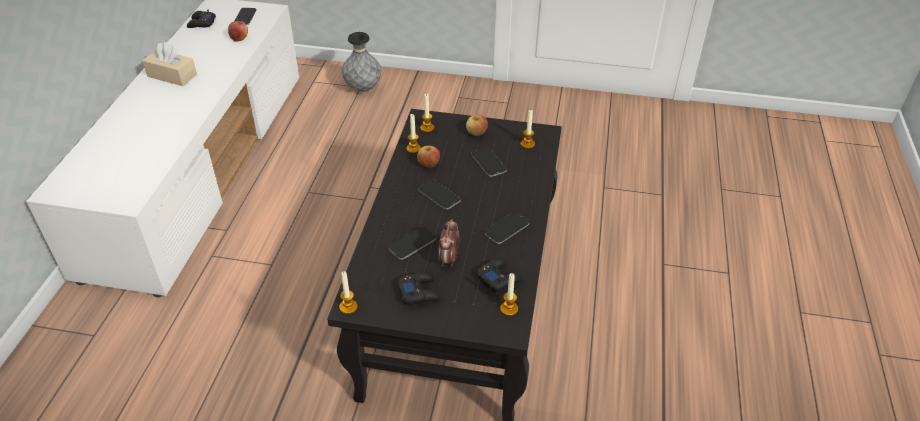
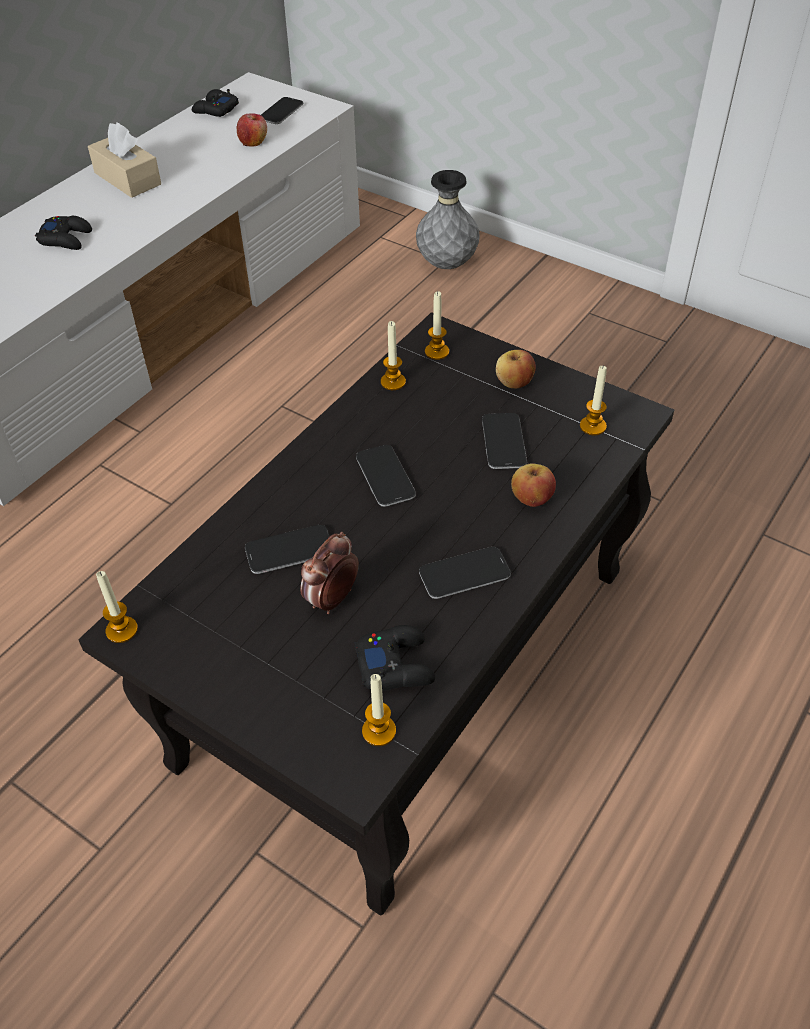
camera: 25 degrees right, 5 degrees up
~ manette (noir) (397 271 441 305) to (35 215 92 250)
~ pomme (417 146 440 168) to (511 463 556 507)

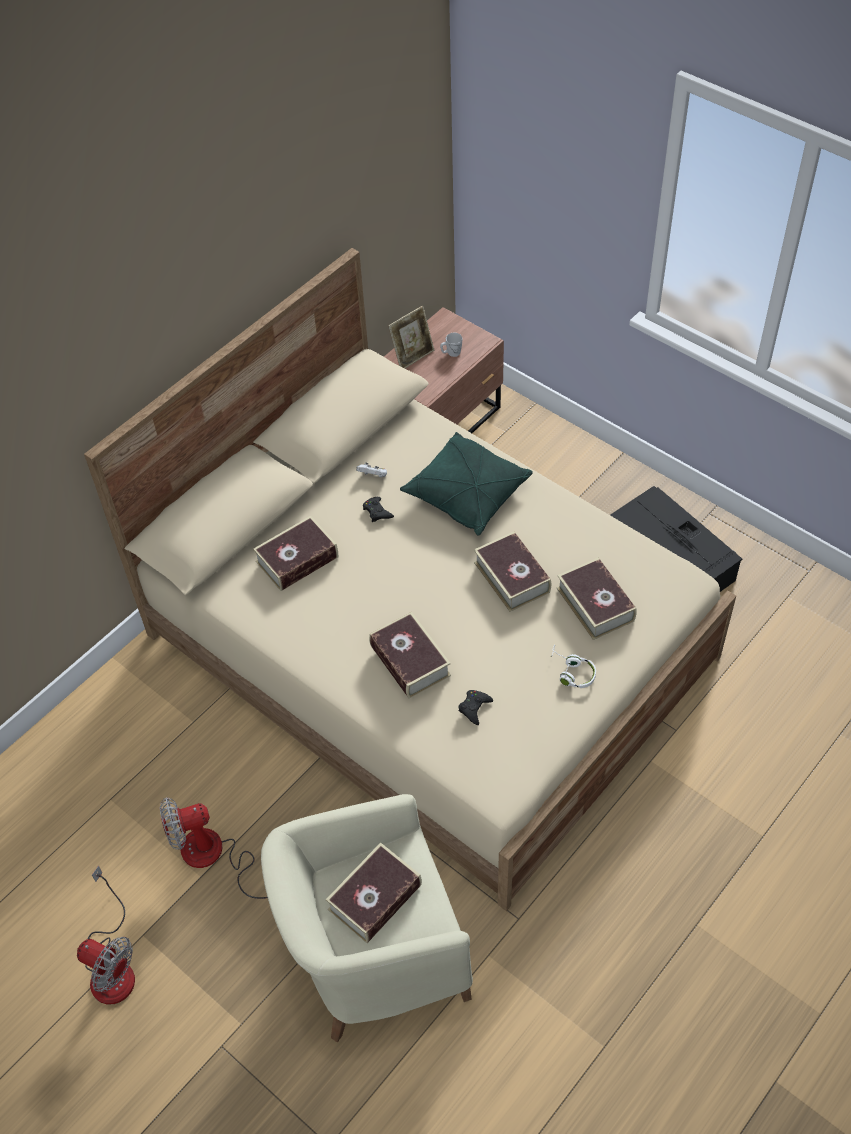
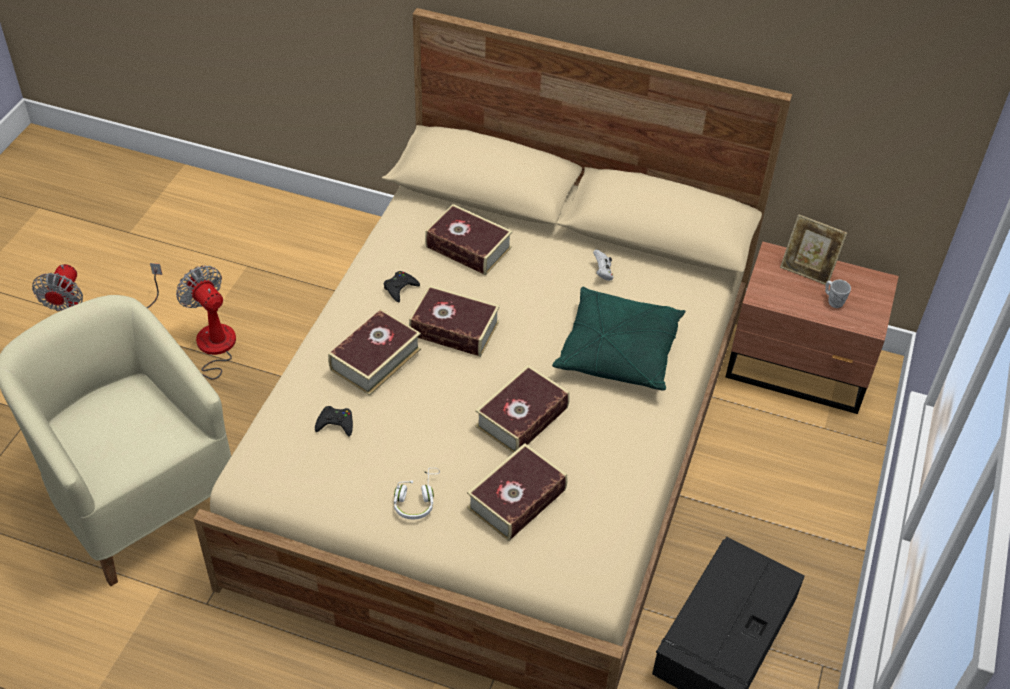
camera: 65 degrees right, 5 degrees down
~ manette (noir) (363 497 394 522) to (384 271 420 302)
~ livre (326 842 422 943) to (409 285 500 357)

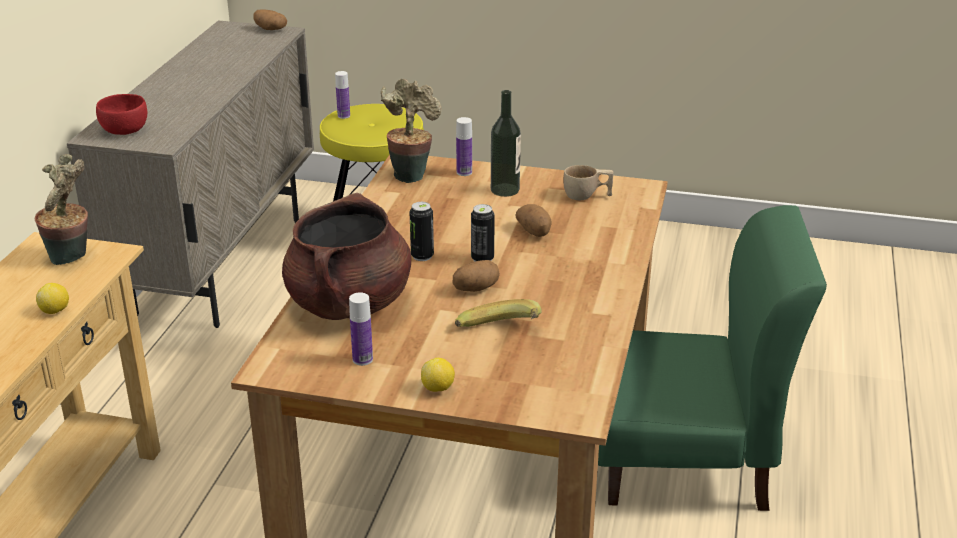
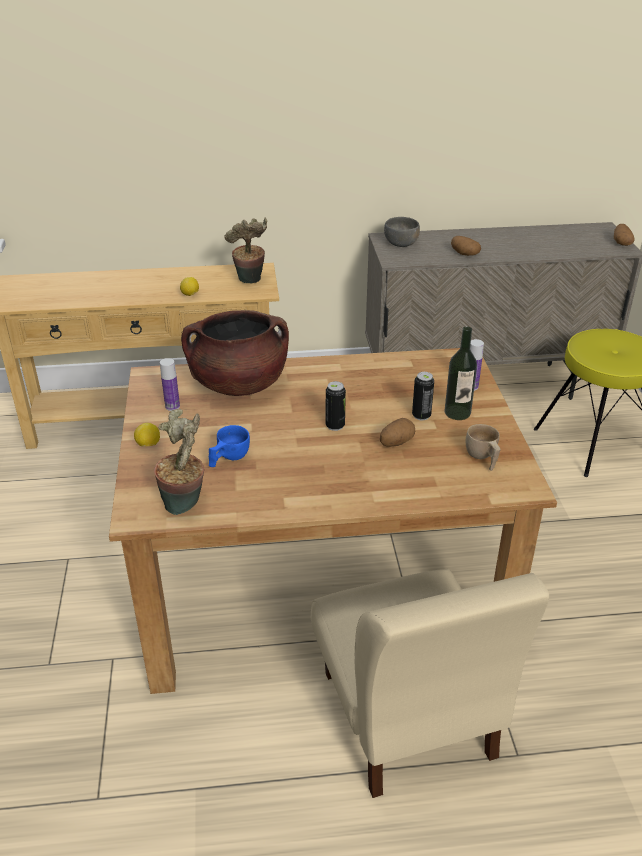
camera: 70 degrees right, 5 degrees up
~ plante en pot (381 79 442 183) to (154 409 204 515)
~ banane (455 299 542 327) to tasse (bleu) (209 425 250 467)
~ chaise (vert) (598 205 827 511) to chaise (beige) (311 569 549 798)
~ bol (rouge) (96 94 147 135) to bol (gris) (384 217 420 247)
~ boîte métallique (409 202 434 261) to (412 372 434 420)
~ pomme de terre (453 260 500 292) to (451 236 481 256)
- bouteille (335 71 350 119)

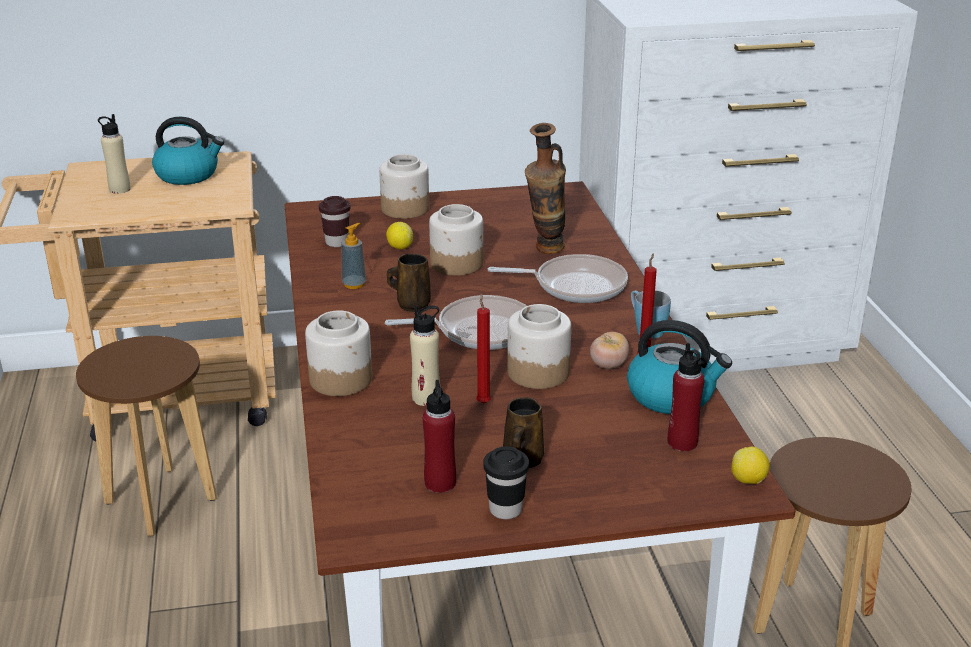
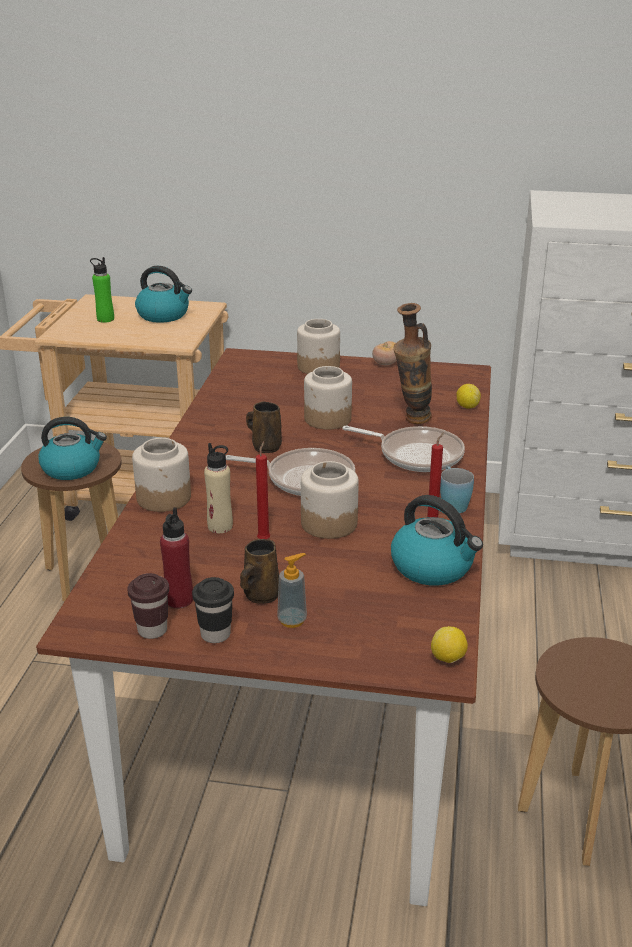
camera: 20 degrees right, 0 degrees up
+ bouilloire (38 417 107 480)
~ bouteille (beige) (98 114 131 194) to bouteille (vert) (90 257 114 323)
~ tasse (marron) (319 196 351 247) to (127 573 169 639)
~ distributeur de savon (341 223 366 289) to (277 553 307 628)
~ tomate (590 332 629 369) to (372 341 397 365)
~ citron (386 222 413 249) to (456 384 481 409)
- bouteille (rouge) (668 343 705 451)

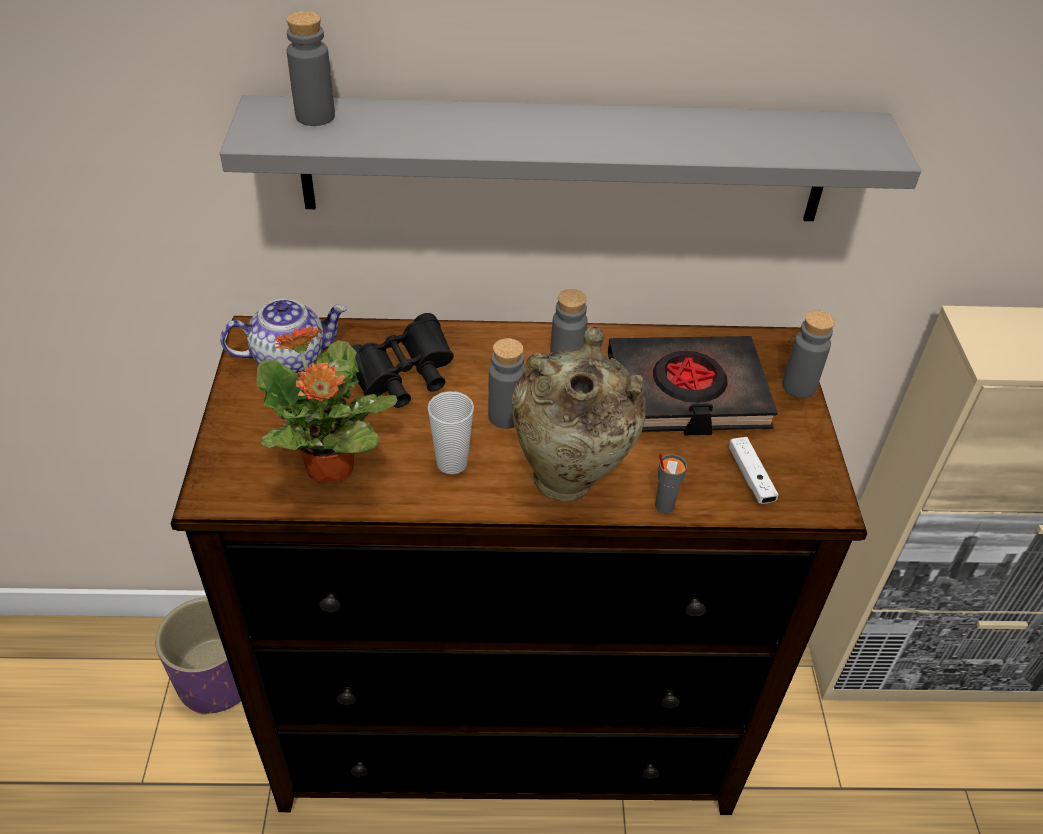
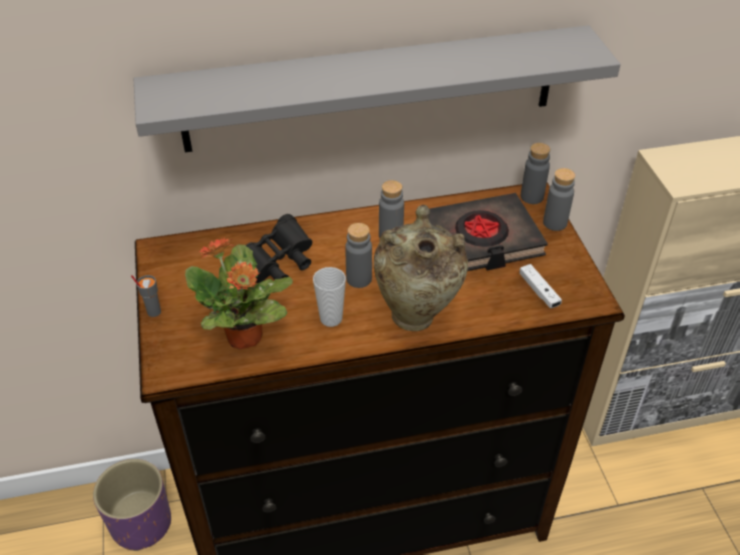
camera: 10 degrees left, 0 degrees up
~ tasse (gris) (655 453 687 514) to (131 275 161 317)
~ bouteille (gris) (286 11 335 126) to (521 143 550 204)
- théière (220 299 347 374)

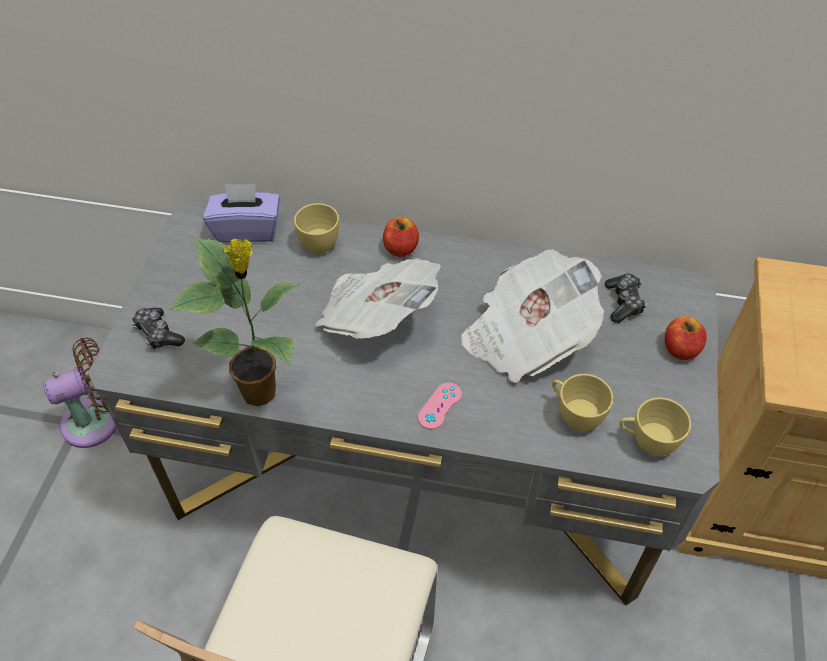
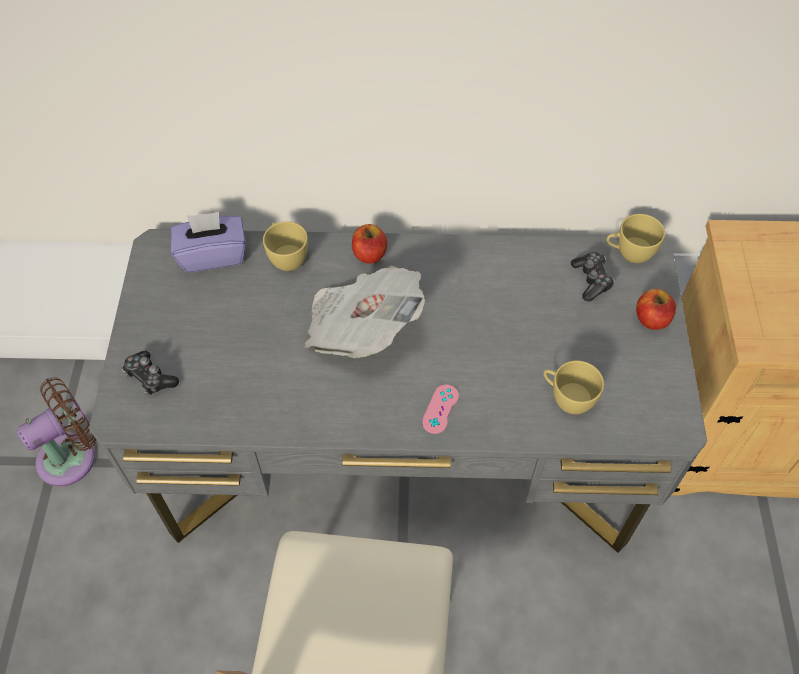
camera: 10 degrees left, 5 degrees up
~ tasse (jaune) (619 398 691 456) to (606 214 665 263)
- plante en pot (168 237 301 406)
- journal (461 249 604 383)

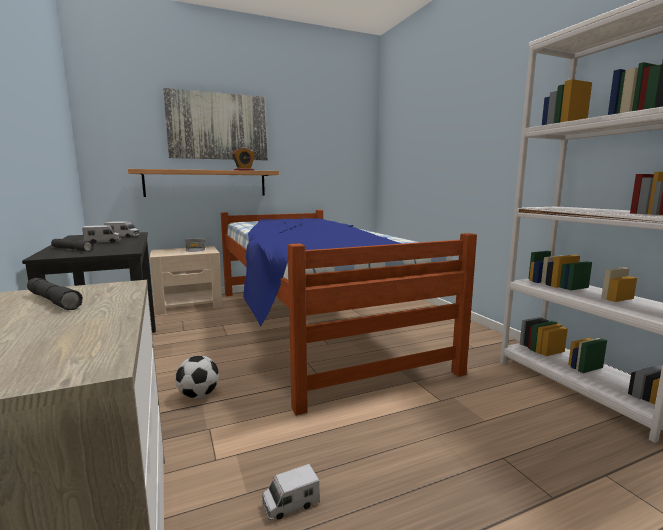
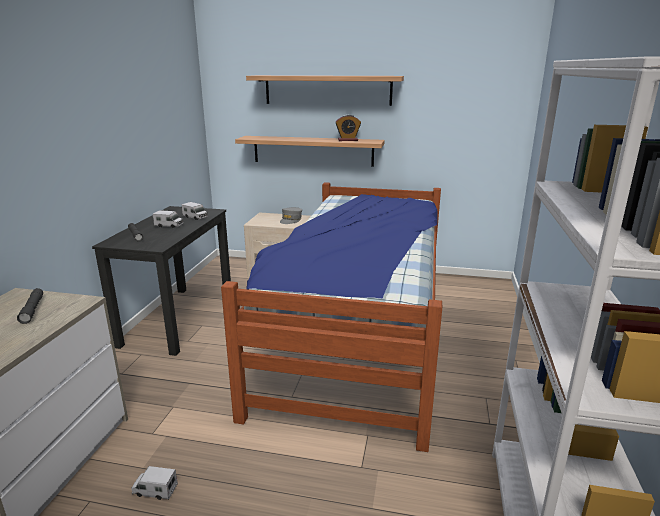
camera: 35 degrees right, 10 degrees up
~ tableau (163 88 268 160) to étagère (246 75 404 106)
- ballon de foot (175 355 219 398)

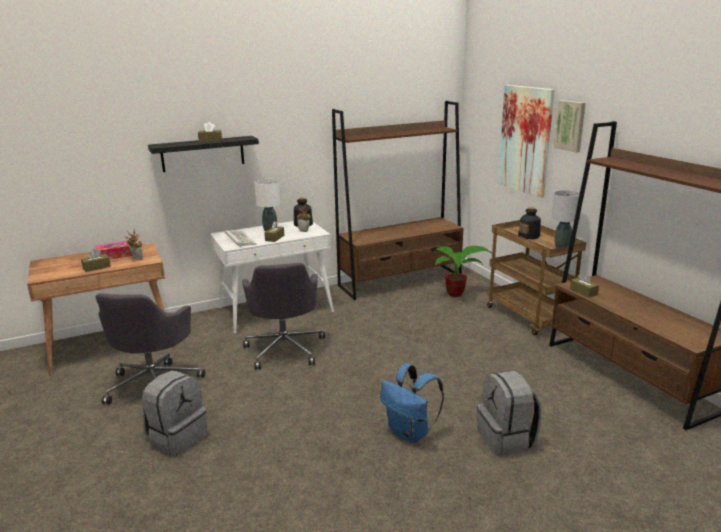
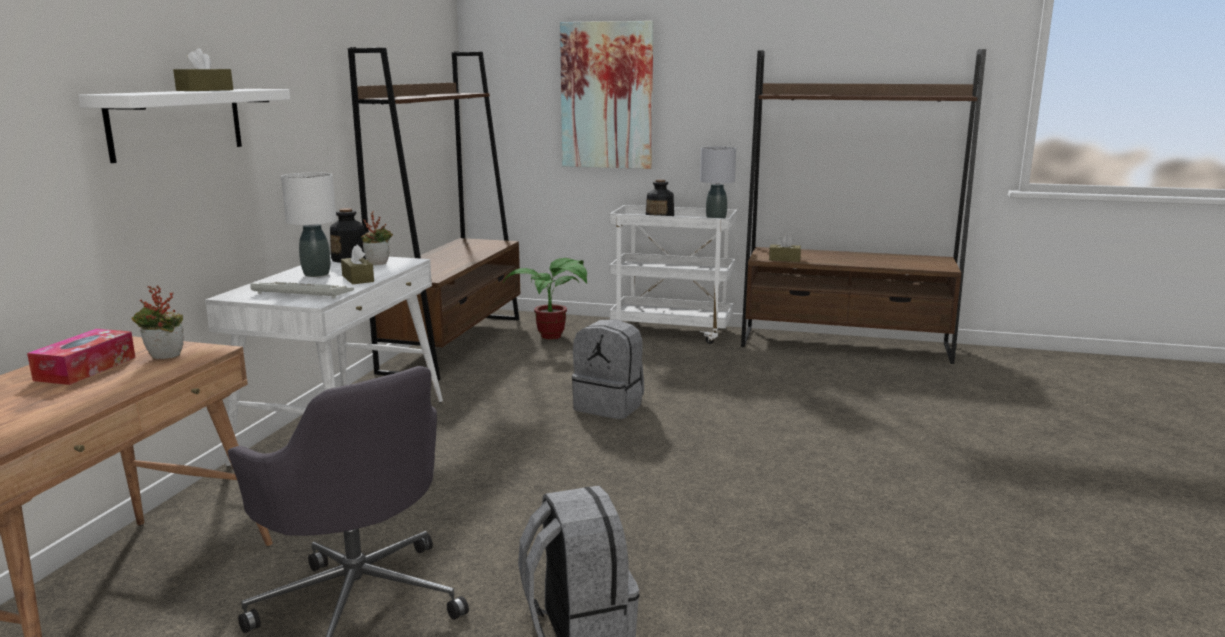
camera: 50 degrees left, 5 degrees down
~ étagère (noir) (148 136 259 172) to étagère (blanc) (78 89 290 163)
~ sac à dos (gris) (477 371 541 456) to (572 319 644 419)
~ chariot (marron) (487 220 586 335) to chariot (blanc) (610 205 737 344)
- boîte à mouchoirs (marron) (81 249 111 272)
- chaise de bureau (gris) (242 262 325 370)
- sac à dos (bleu) (380 364 444 443)
- tableau (553 100 586 153)

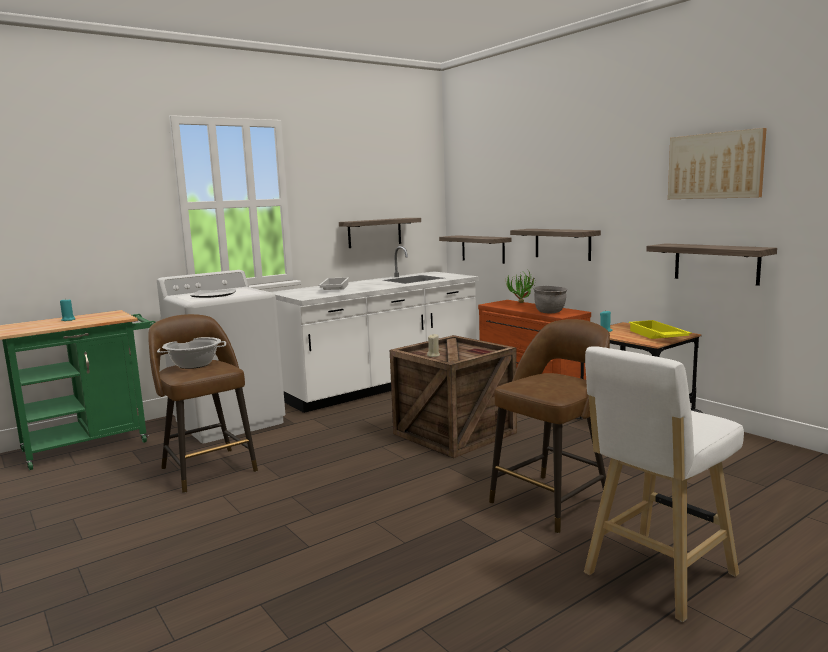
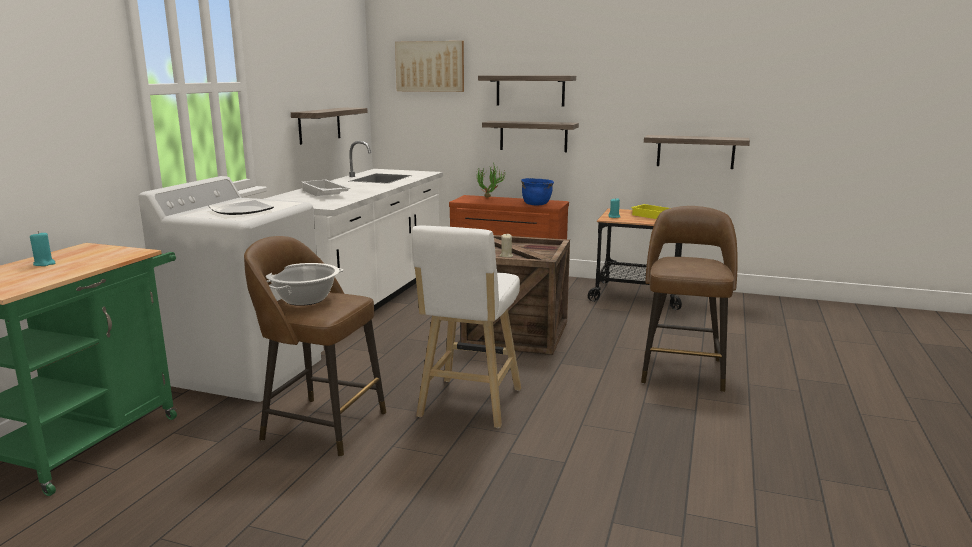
camera: 35 degrees left, 5 degrees up
~ tableau (668 128 767 199) to (395 41 464 92)
~ tabouret (blanc) (584 346 744 622) to (412 226 521 428)
~ étagère (439 235 512 264) to (478 75 576 106)
~ marmite (gris) (534 286 568 313) to marmite (bleu) (521 178 554 205)

